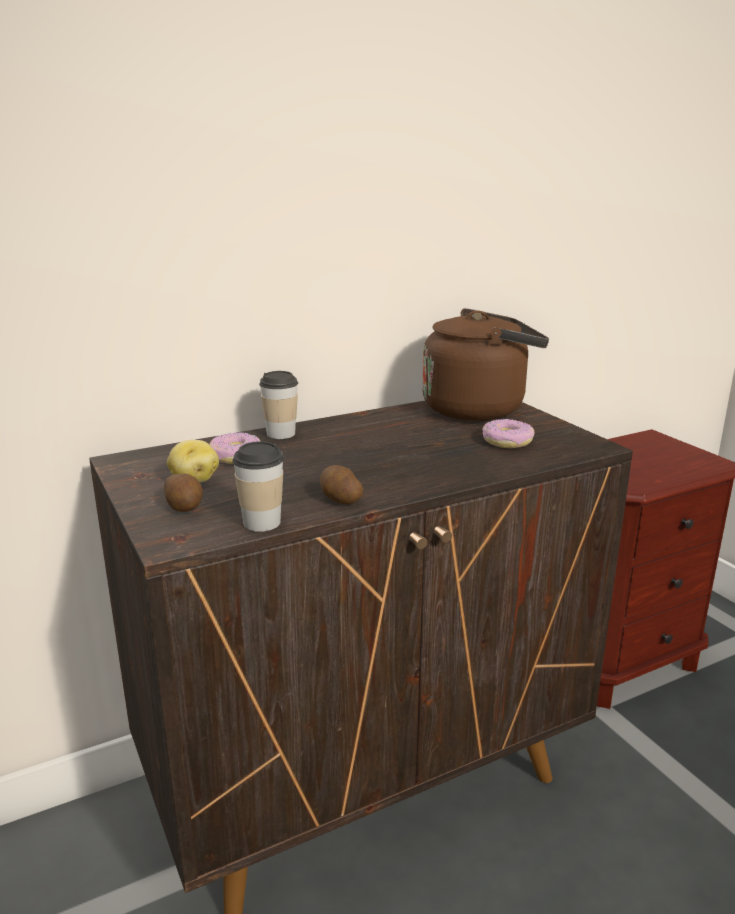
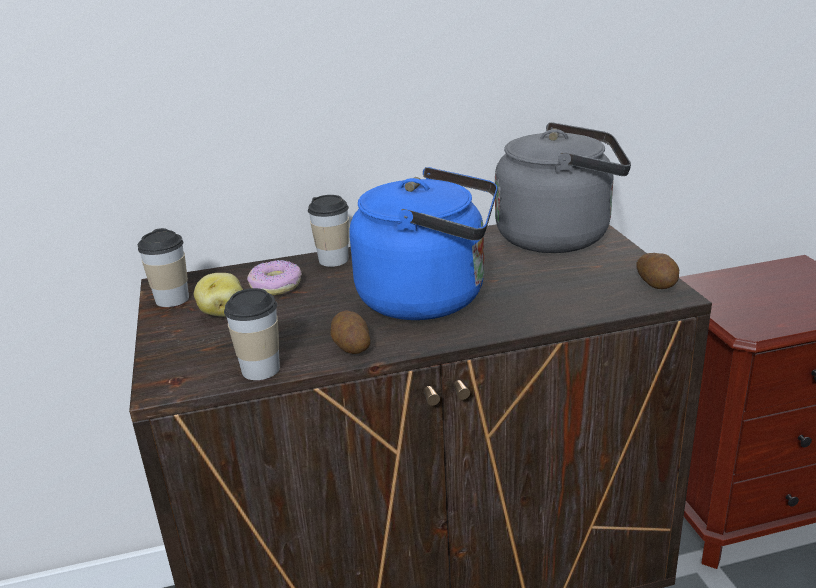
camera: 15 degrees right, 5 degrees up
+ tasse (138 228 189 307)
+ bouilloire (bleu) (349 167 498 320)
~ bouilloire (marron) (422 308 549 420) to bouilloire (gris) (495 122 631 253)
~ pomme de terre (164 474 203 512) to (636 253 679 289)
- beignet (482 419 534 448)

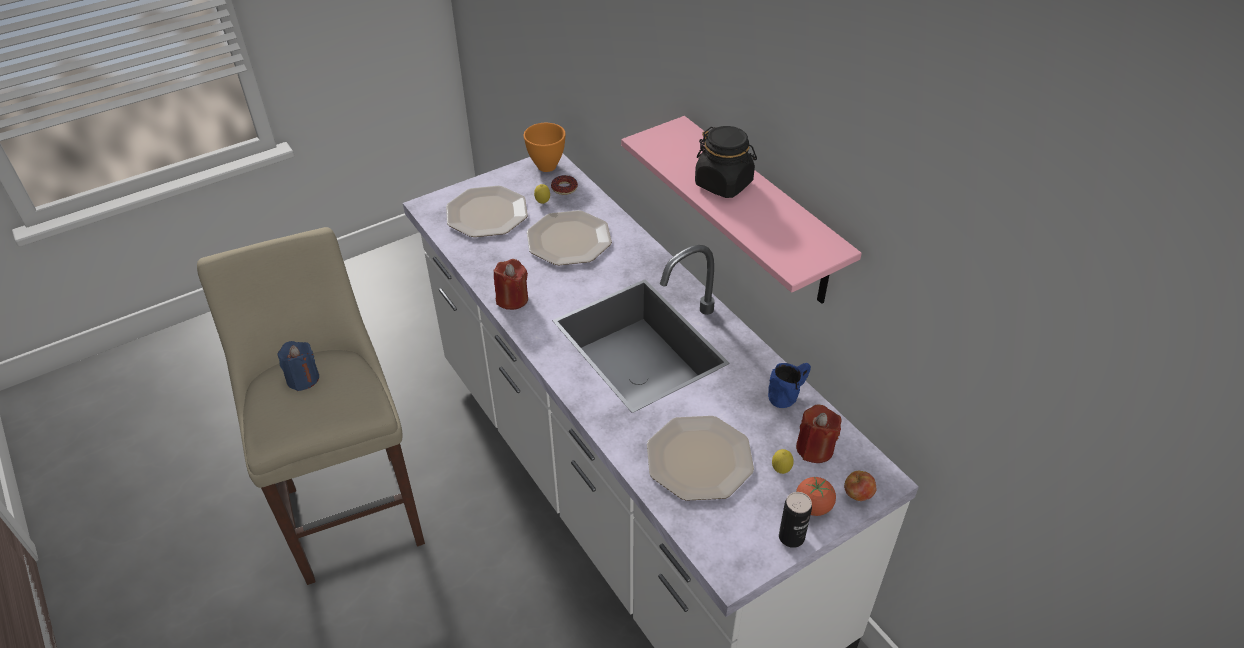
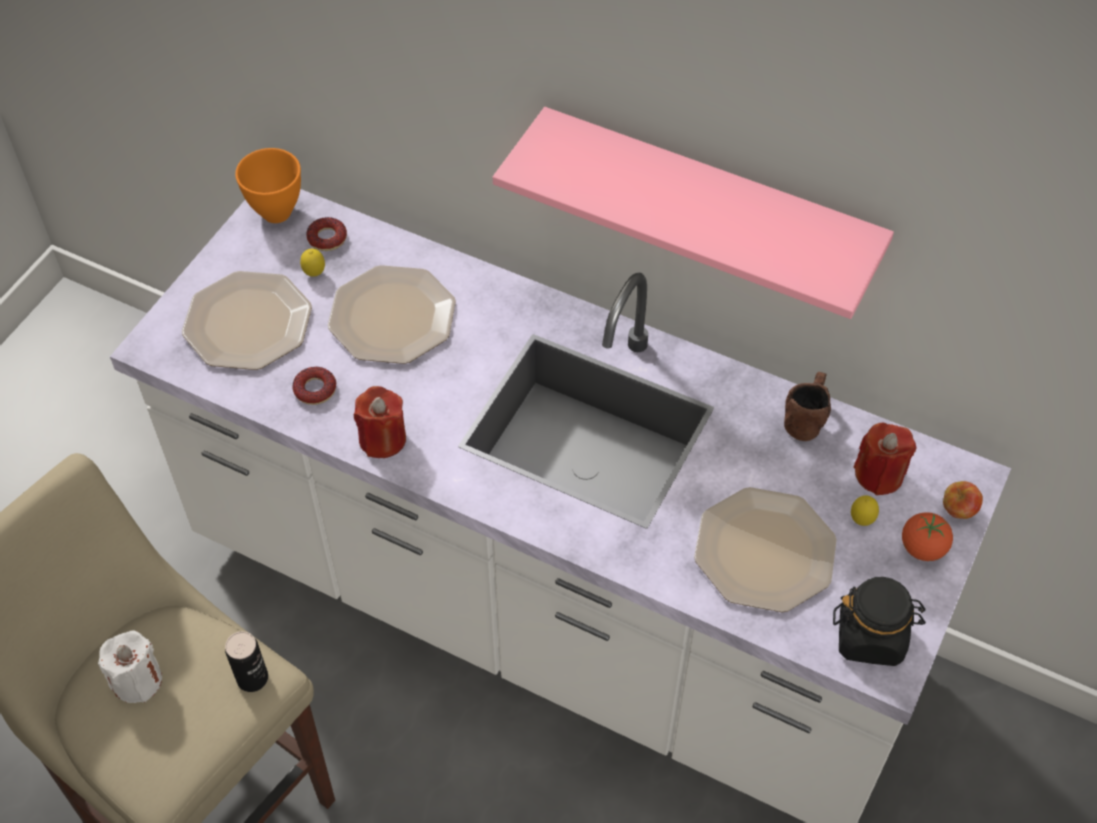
camera: 30 degrees left, 10 degrees up
~ bougie (bleu) (277 341 319 391) to bougie (blanc) (98 630 162 703)
~ boîte métallique (779 492 812 548) to (225 631 268 692)
+ beignet (292 367 336 405)
~ mug (bleu) (768 363 811 408) to mug (marron) (784 372 831 441)
~ bocal (noir) (695 126 757 198) to (833 577 926 666)

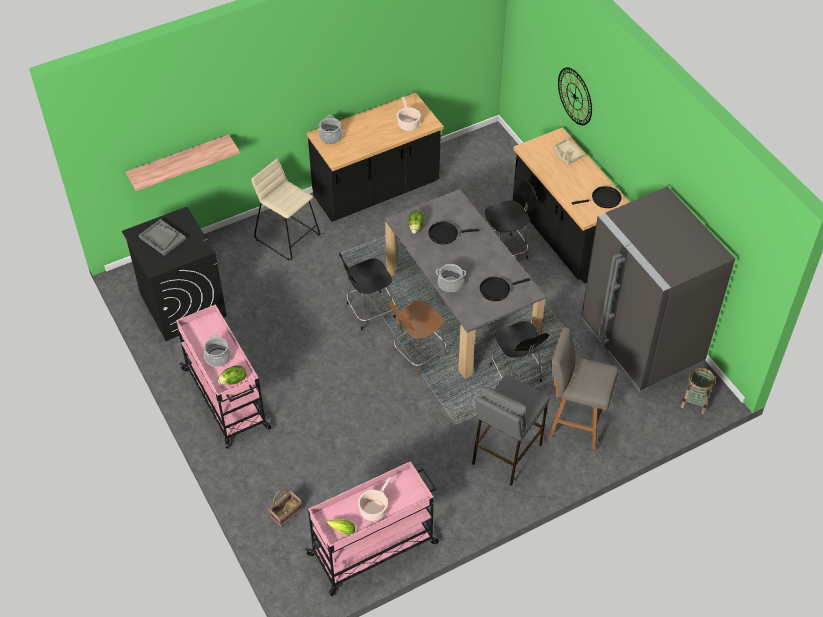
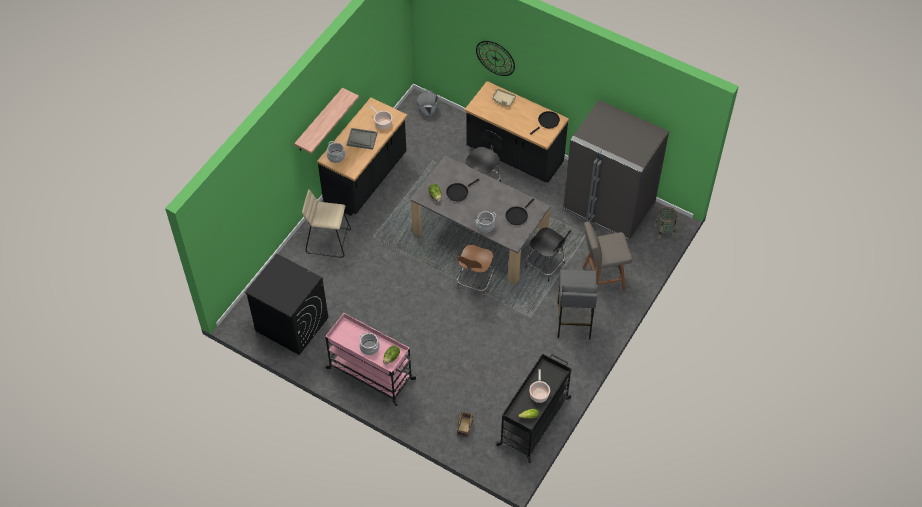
camera: 30 degrees left, 5 degrees up
~ étagère (126 135 240 191) to (294 88 359 154)
~ plateau (gris) (139 219 186 256) to (347 128 377 150)
+ seau (gris) (417 90 438 116)
~ chariot (rose) (305 461 439 596) to chariot (noir) (495 354 572 463)
- chaise (noir) (339 253 396 330)

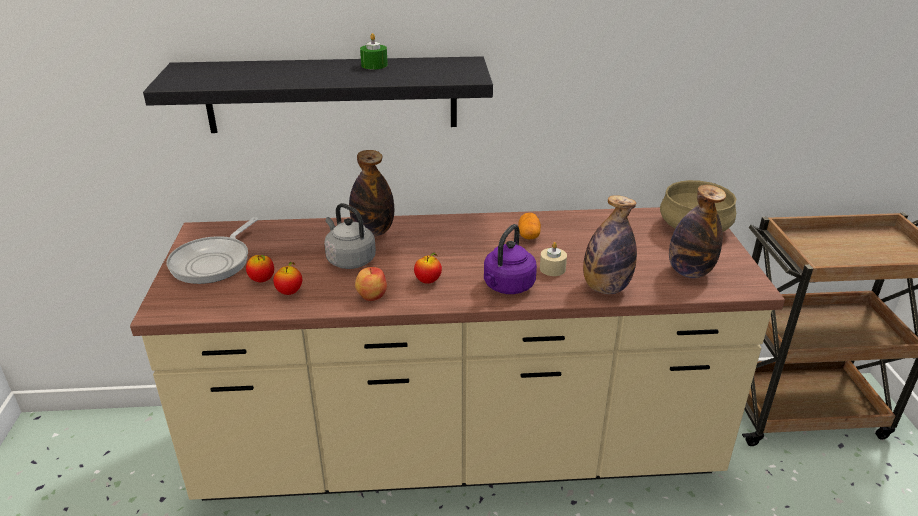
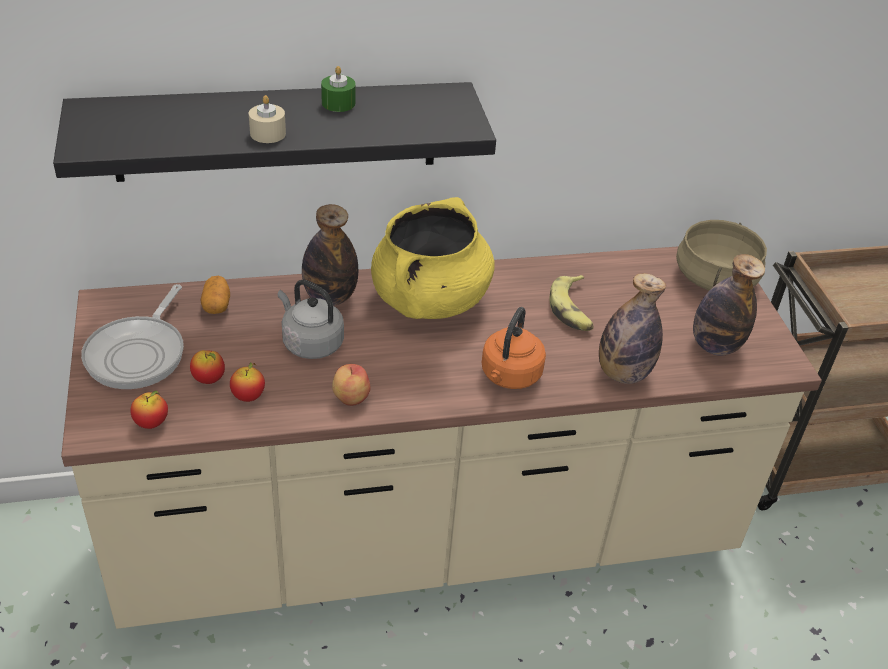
camera: 10 degrees left, 10 degrees up
~ pomme (414 253 442 284) to (130 391 168 429)
~ pomme de terre (518 213 541 239) to (201 276 230 314)
~ bougie (beige) (540 242 567 276) to (249 95 286 143)
+ marmite (jaune) (371 197 494 319)
~ bouilloire (violet) (484 224 537 294) to bouilloire (orange) (482 307 546 389)
+ banane (550 275 594 331)

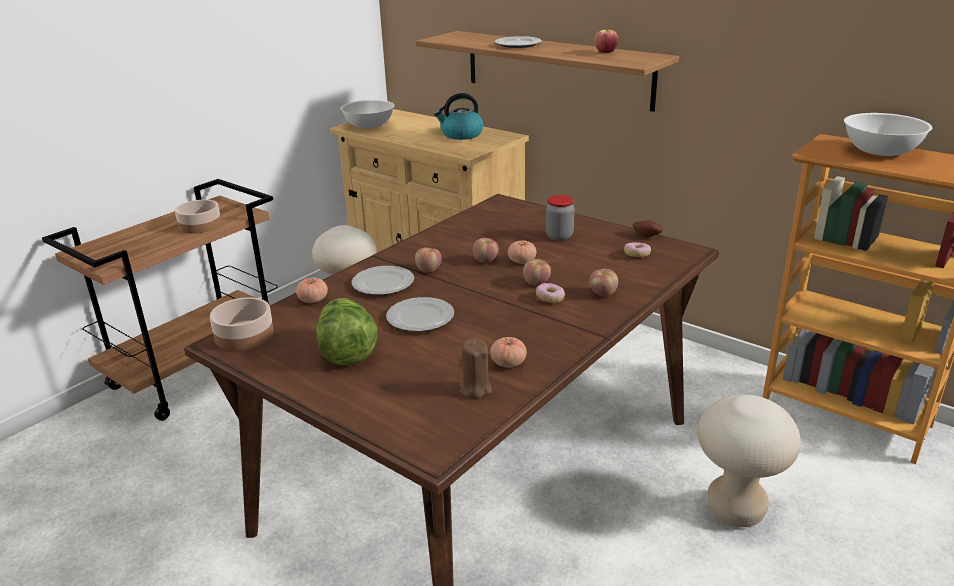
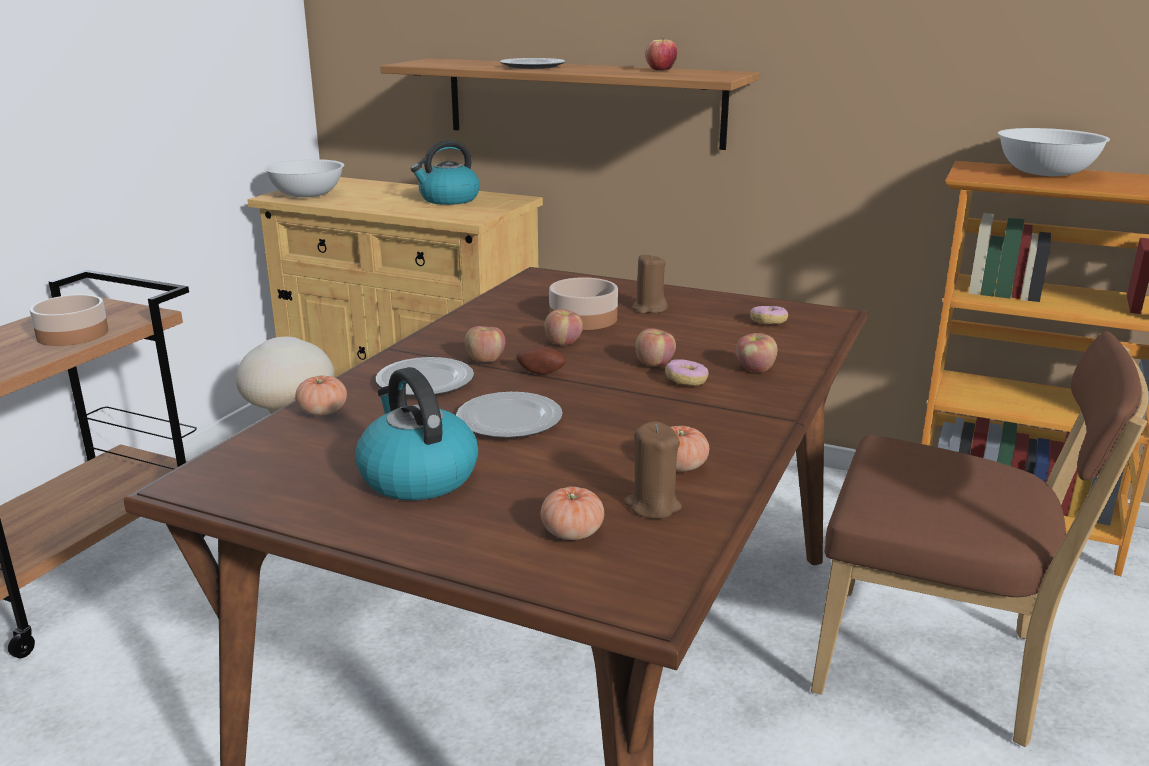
camera: 15 degrees left, 5 degrees down
~ laitue (316 298 378 366) to bouilloire (355 367 478 500)
~ pomme de terre (633 220 663 237) to (516 347 566 375)
~ tomate (508 240 537 264) to (541 487 604 540)
~ bol (210 297 274 351) to (549 277 618 330)
~ bocal (546 195 574 241) to bougie (marron) (632 253 668 314)
~ tabouret (beige) (698 394 801 527) to chaise (marron) (811 331 1148 747)

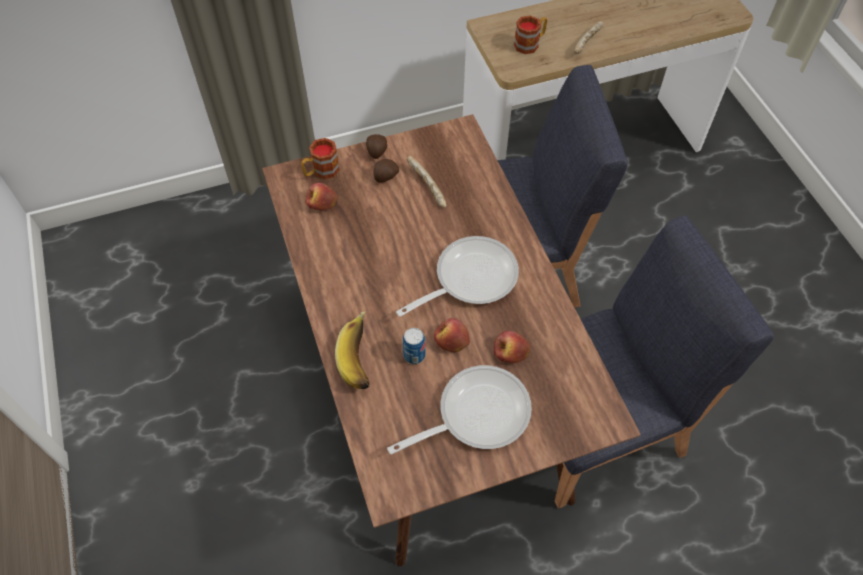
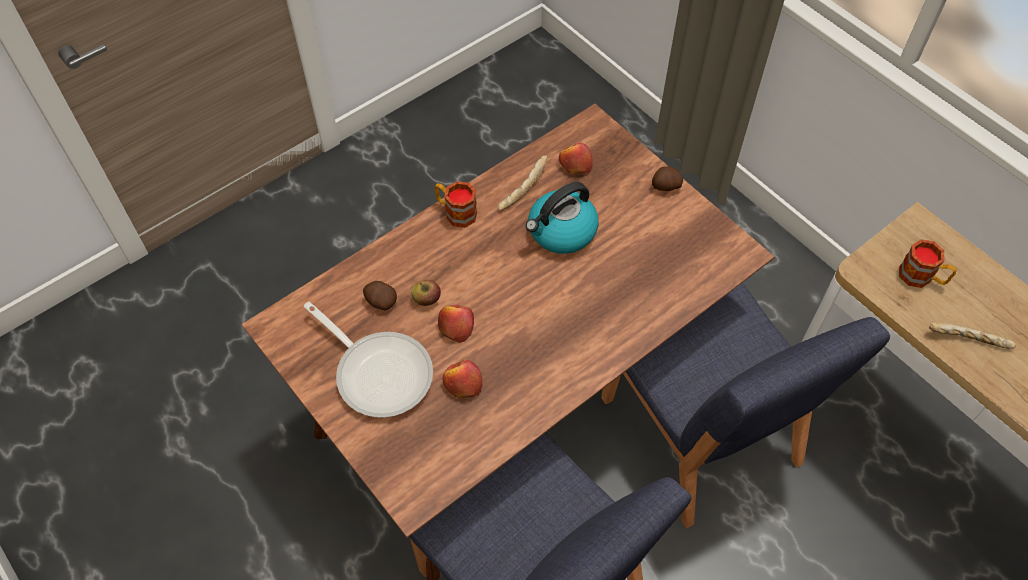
camera: 70 degrees right, 0 degrees up
~ pomme de terre (374 159 399 183) to (363 281 397 310)
~ boîte métallique (403 328 425 364) to pomme (411 280 441 306)
~ mug (301 138 340 179) to (435 181 477 228)
~ pain (407 156 446 208) to (498 155 547 211)
+ bouilloire (526 182 598 254)
- banane (335 312 369 389)
- poêle (396 236 519 317)

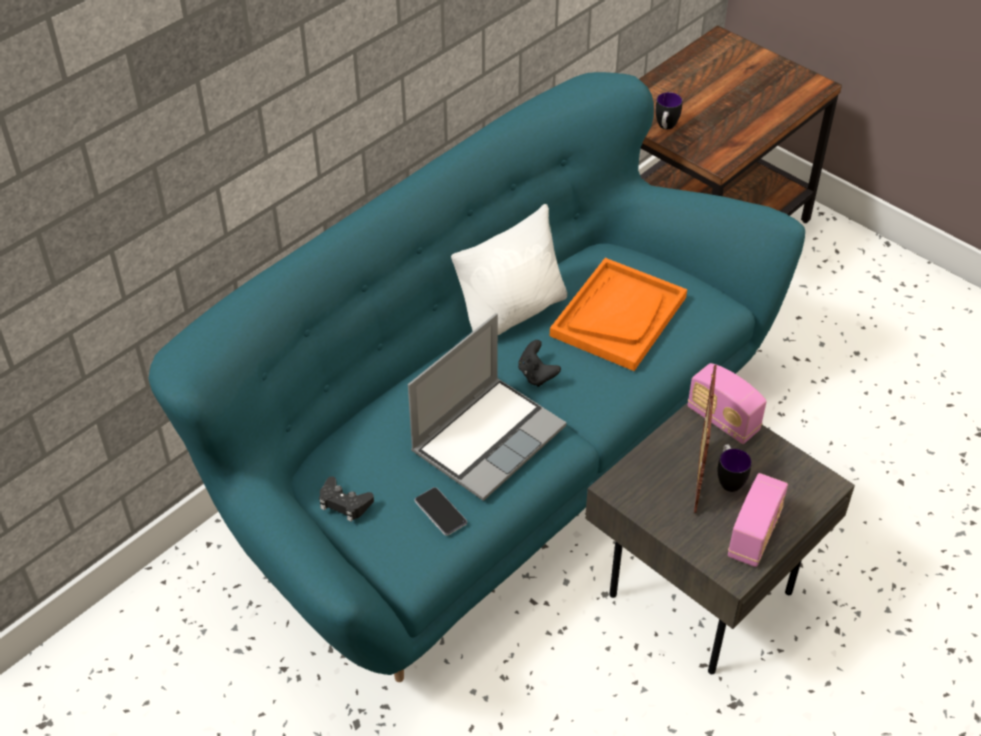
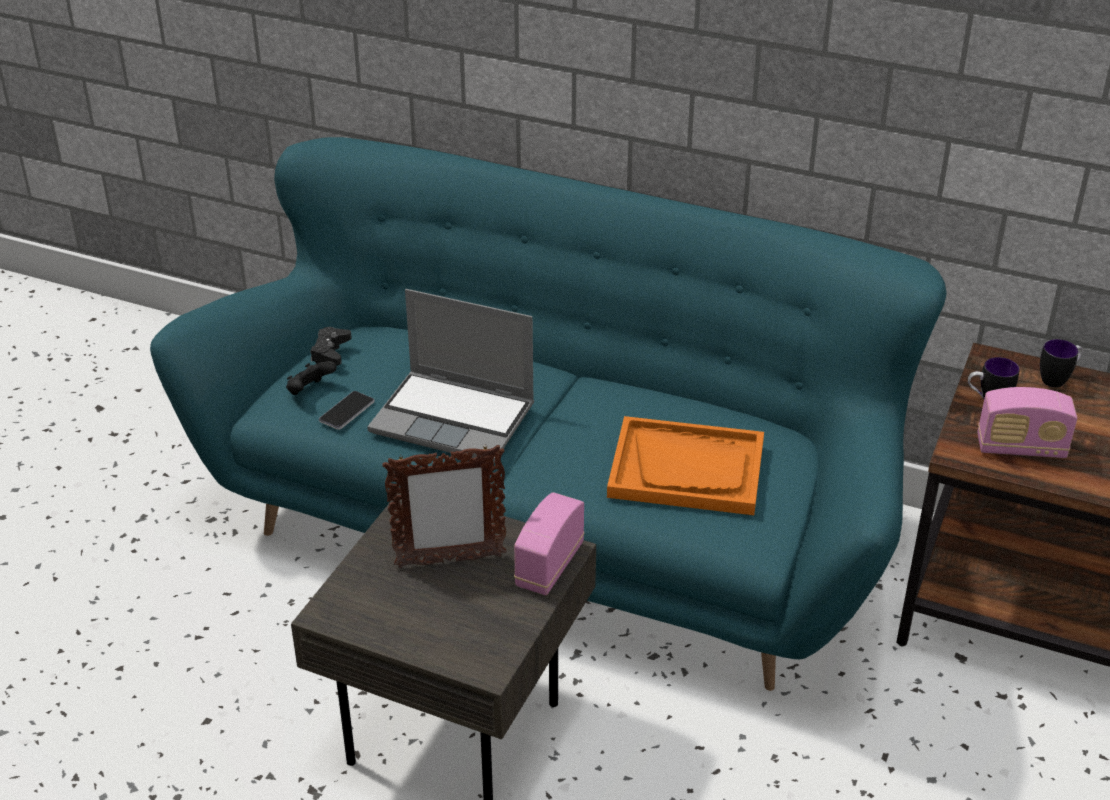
camera: 70 degrees right, 10 degrees down
~ manette (noir) (518 340 561 387) to (286 361 337 395)
~ radio (728 473 788 567) to (978 387 1077 458)
~ mug (718 444 752 492) to (1040 339 1083 388)
- coussin (blanc) (451 204 568 335)

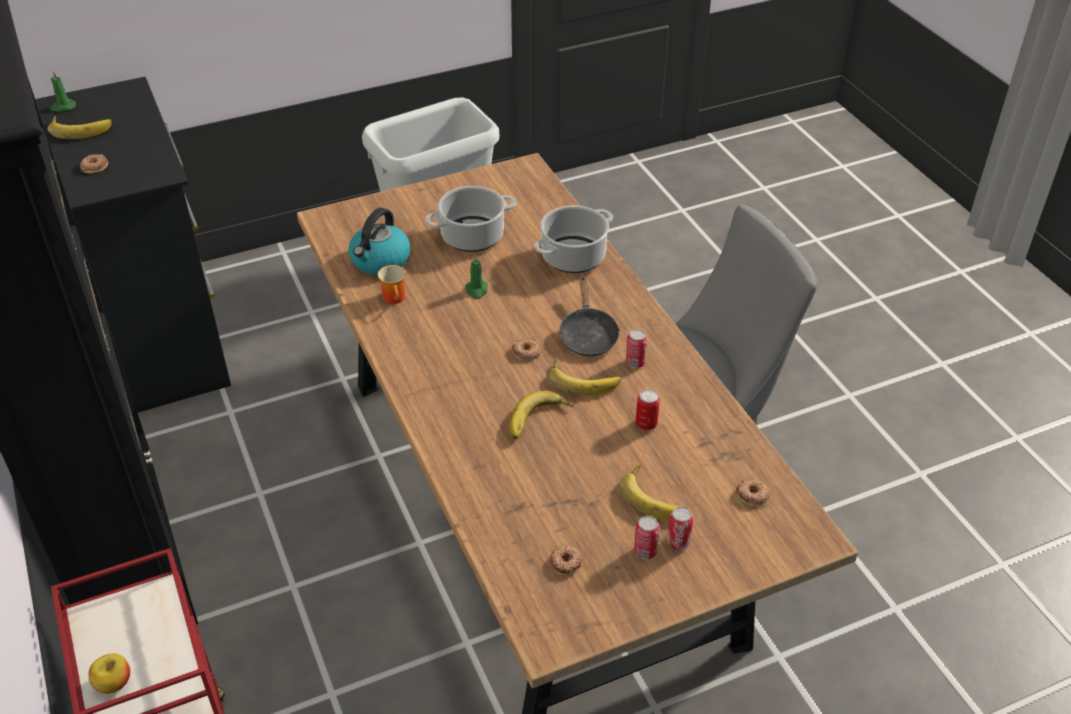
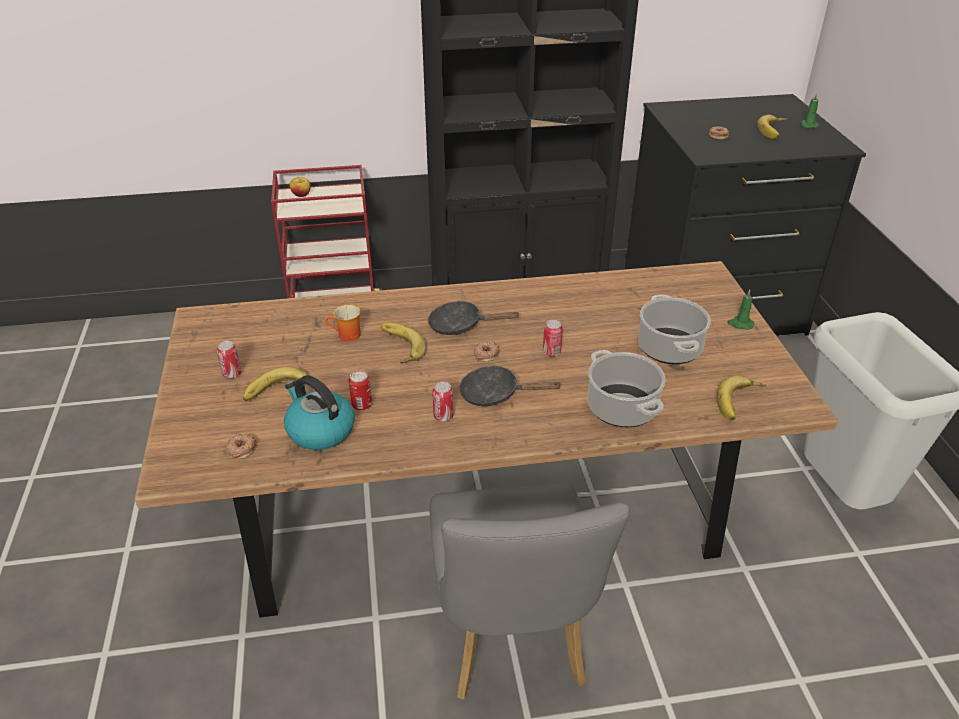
camera: 105 degrees right, 5 degrees down
~ bouilloire (349 208 411 275) to (284 375 355 450)
~ mug (378 265 406 304) to (325 305 361 342)
+ poêle (noir) (428 301 520 335)
~ boîte métallique (667 506 693 550) to (543 320 563 356)
~ banane (548 358 621 396) to (717 375 766 420)
~ bougie (vert) (465 254 488 299) to (727 289 754 330)
- beignet (550 545 582 576)

